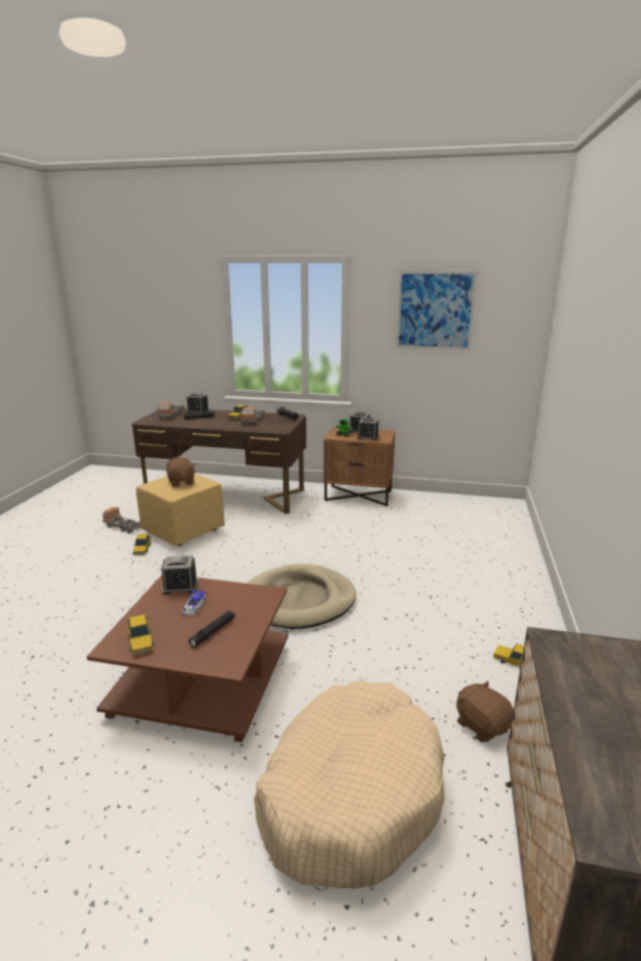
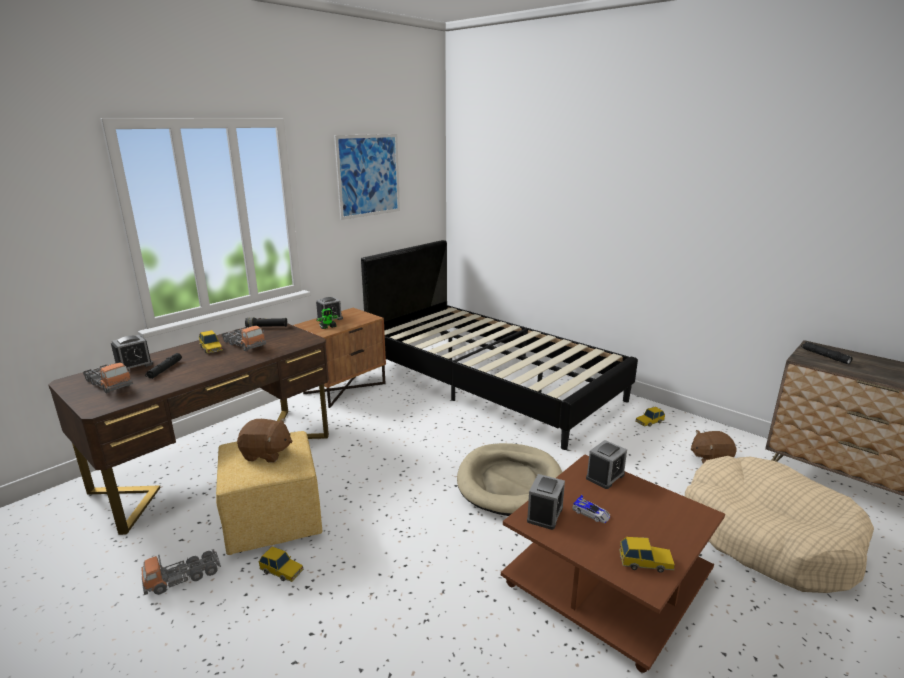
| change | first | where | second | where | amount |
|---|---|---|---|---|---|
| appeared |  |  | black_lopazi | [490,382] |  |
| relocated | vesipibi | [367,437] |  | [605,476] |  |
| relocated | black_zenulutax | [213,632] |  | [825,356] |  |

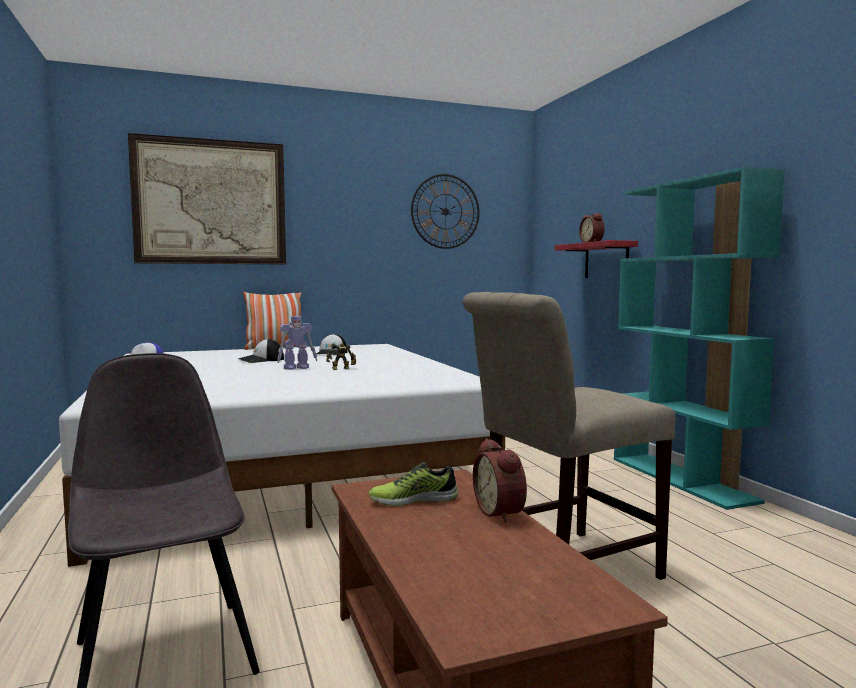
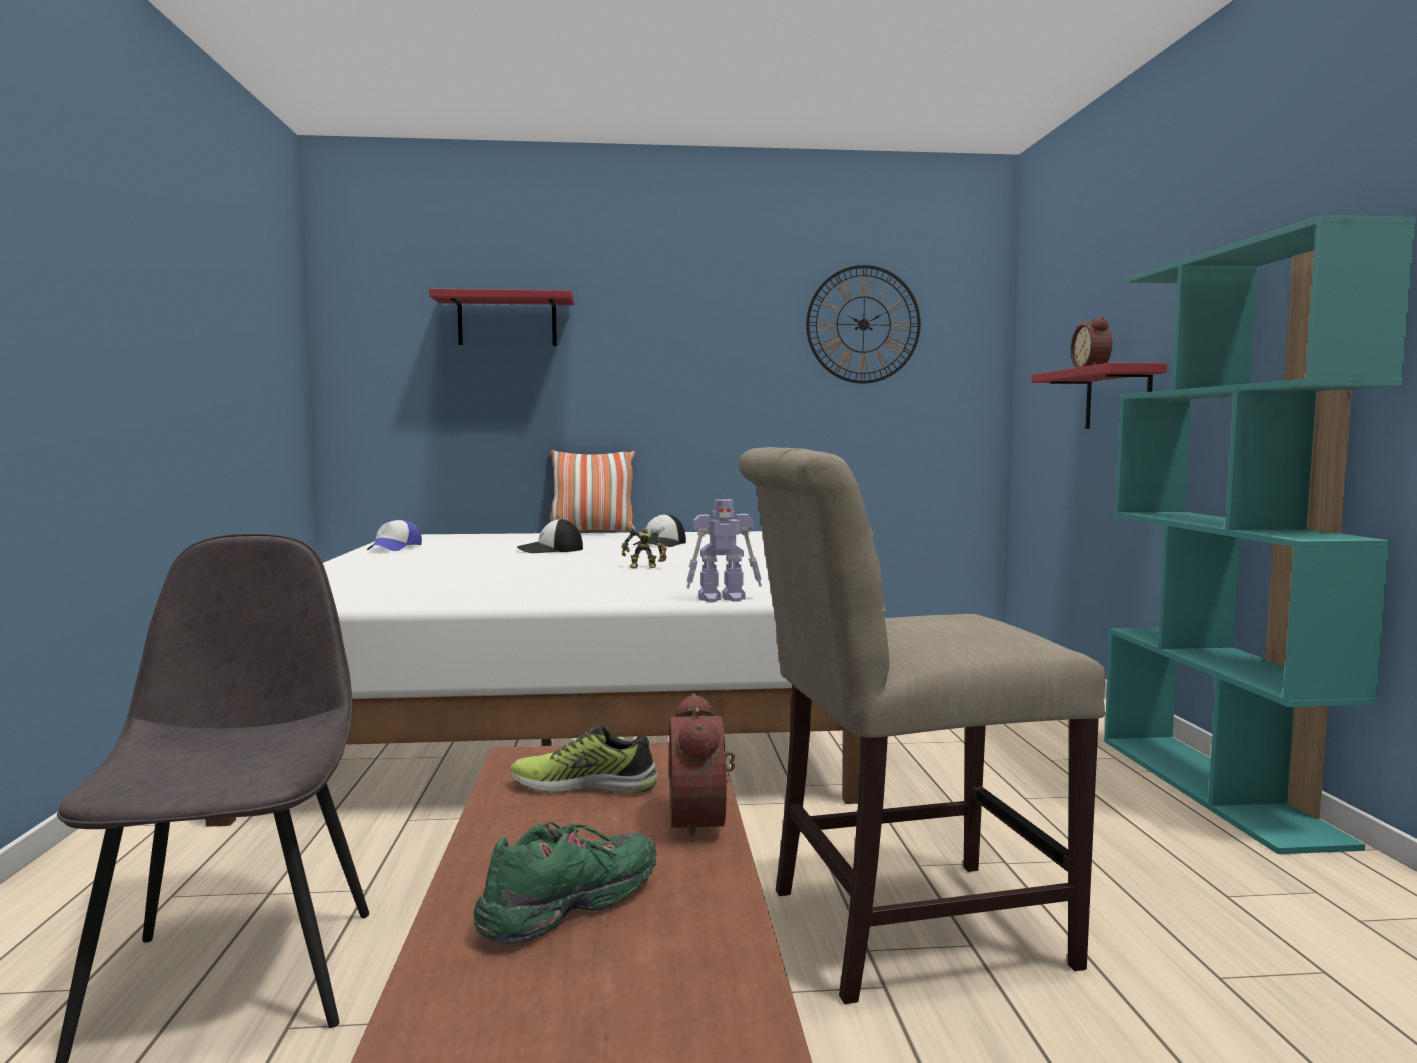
| change | first | where | second | where | amount |
|---|---|---|---|---|---|
| exchanged | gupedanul | [210,202] | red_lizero | [507,321] |  |
| appeared |  |  | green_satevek | [569,907] |  |
| relocated | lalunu | [297,368] |  | [723,599] |  |

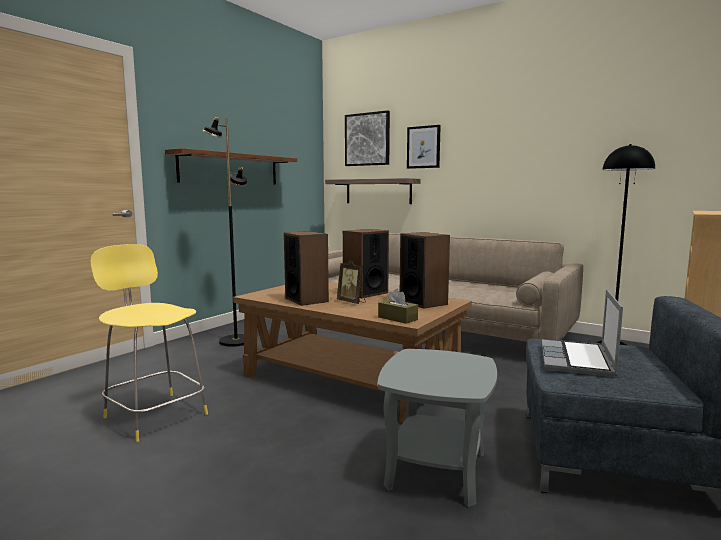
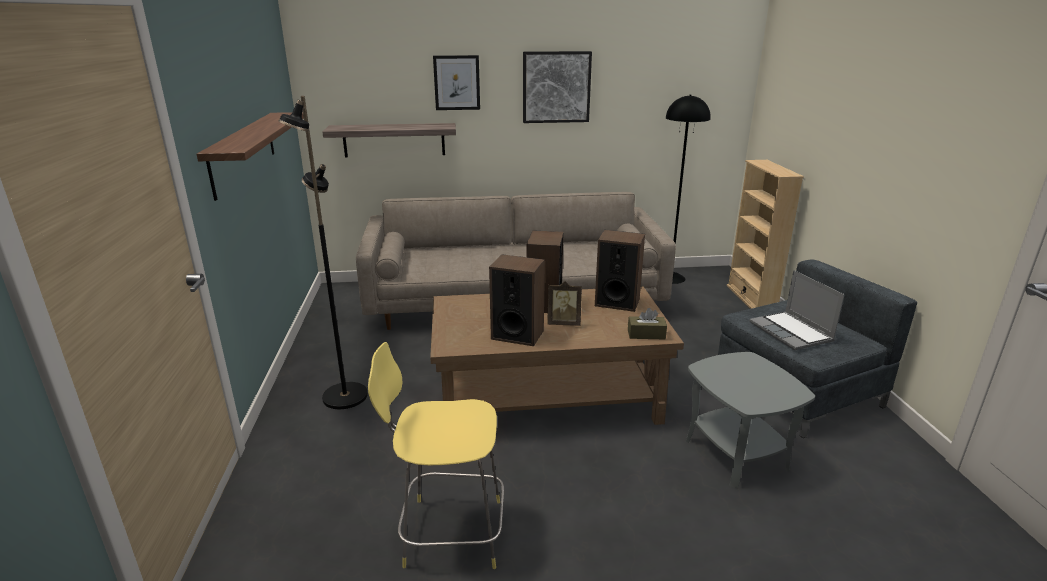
| change | first | where | second | where | amount |
|---|---|---|---|---|---|
| relocated | gupedanul | [367,139] |  | [556,87] |  |

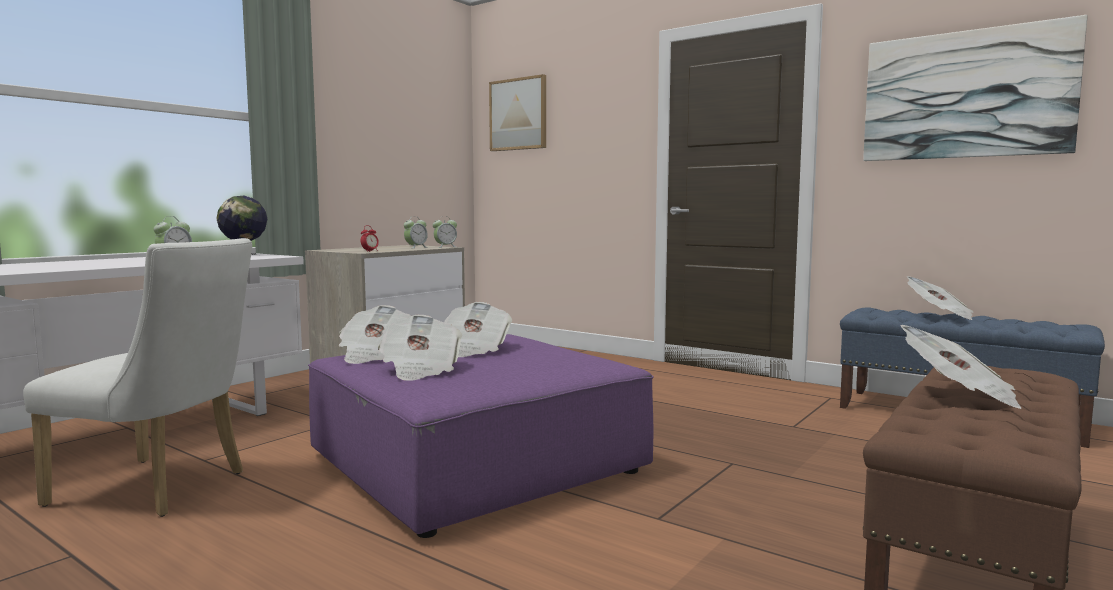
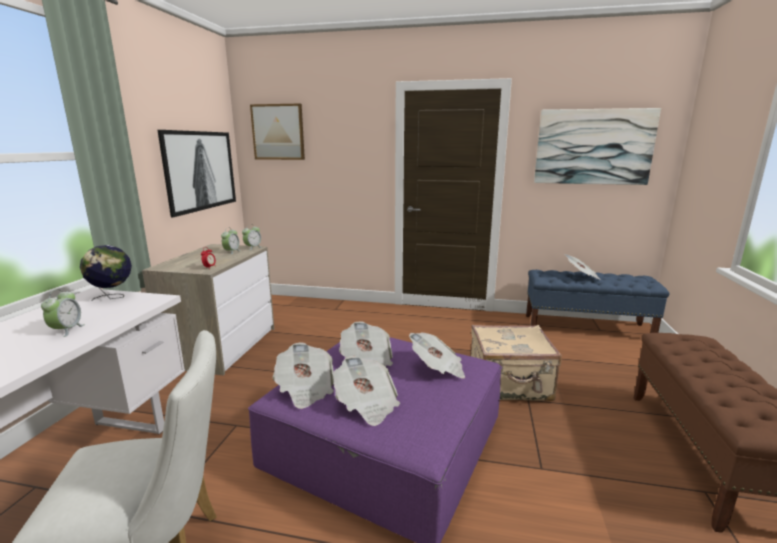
| change | first | where | second | where | amount |
|---|---|---|---|---|---|
| appeared |  |  | gupedanul | [200,170] |  |
| relocated | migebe | [959,395] |  | [437,368] |  |
| appeared |  |  | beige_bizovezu | [510,385] |  |

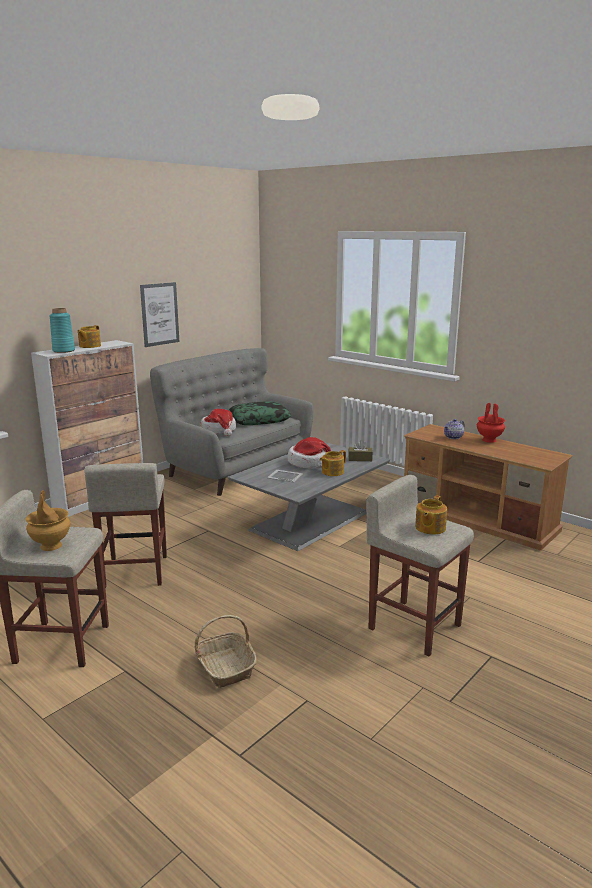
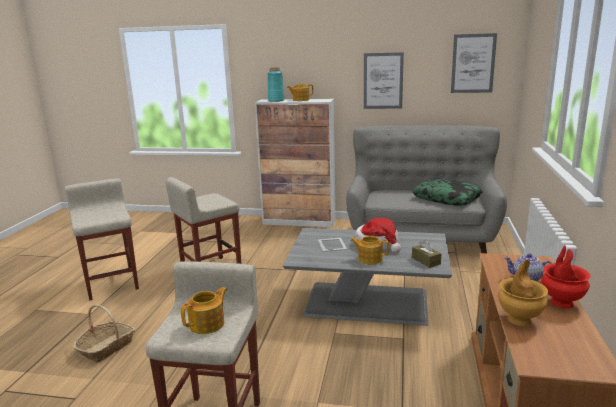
| change | first | where | second | where | amount |
|---|---|---|---|---|---|
| spun | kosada | [429,528] |  | [208,324] | 135 degrees clockwise |
| appeared |  |  | gupedanul | [473,63] |  |
| relocated | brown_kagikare | [51,545] |  | [519,319] |  |
| missing | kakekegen | [219,430] |  |  |  |

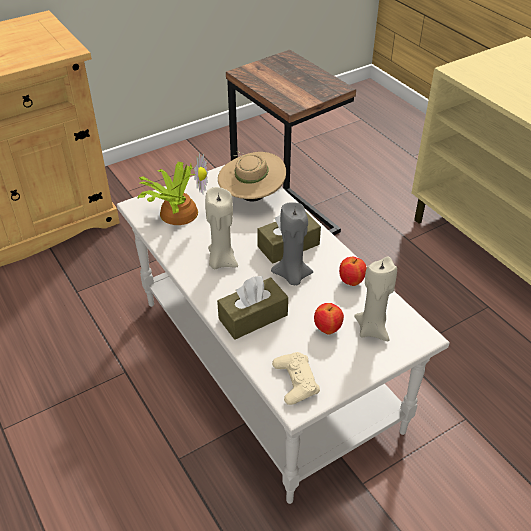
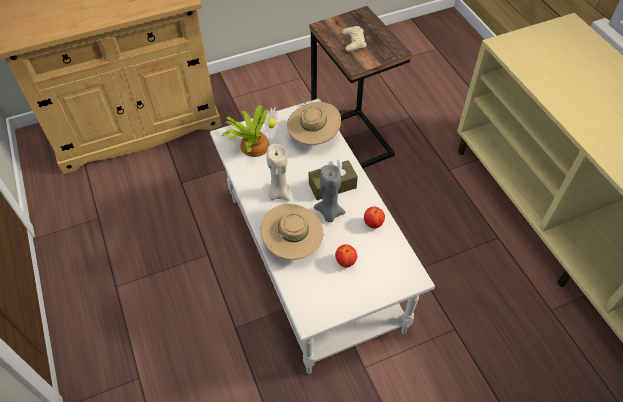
| change | first | where | second | where | amount |
|---|---|---|---|---|---|
| exchanged | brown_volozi | [253,317] | beige_kakekegen | [293,244] |  |
| relocated | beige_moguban | [295,381] |  | [354,42] |  |
| missing | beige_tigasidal | [372,329] |  |  |  |

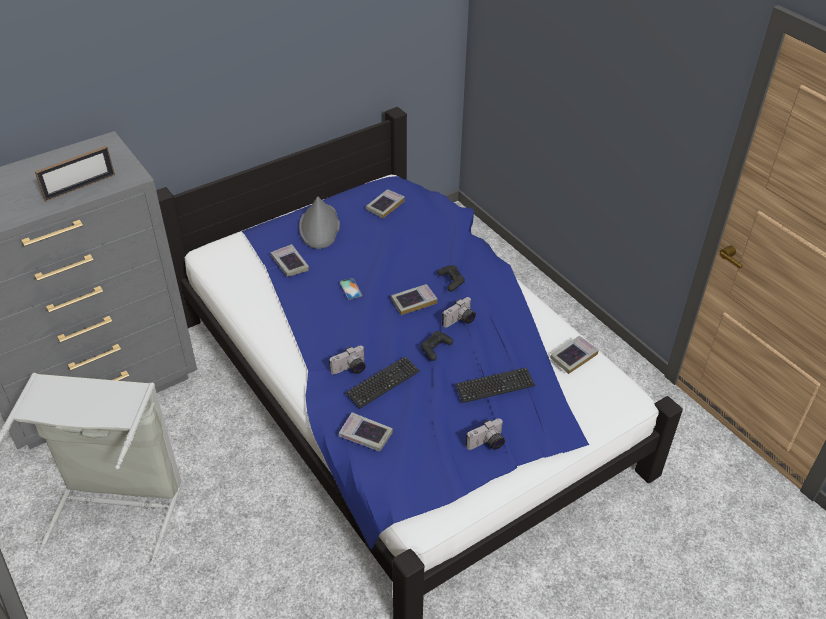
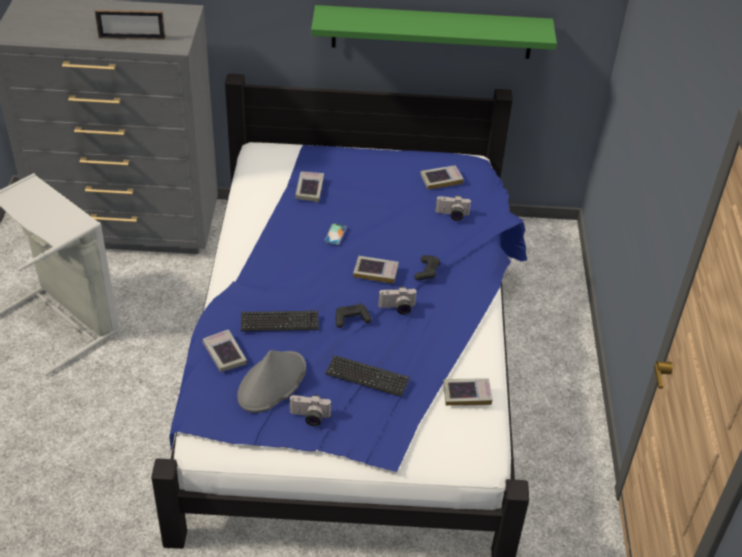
| change | first | where | second | where | amount |
|---|---|---|---|---|---|
| relocated | grey_kakekegen | [319,227] |  | [272,383] |  |
| appeared |  |  | green_lizero | [432,32] |  |
| relocated | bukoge | [350,369] |  | [452,215] |  |

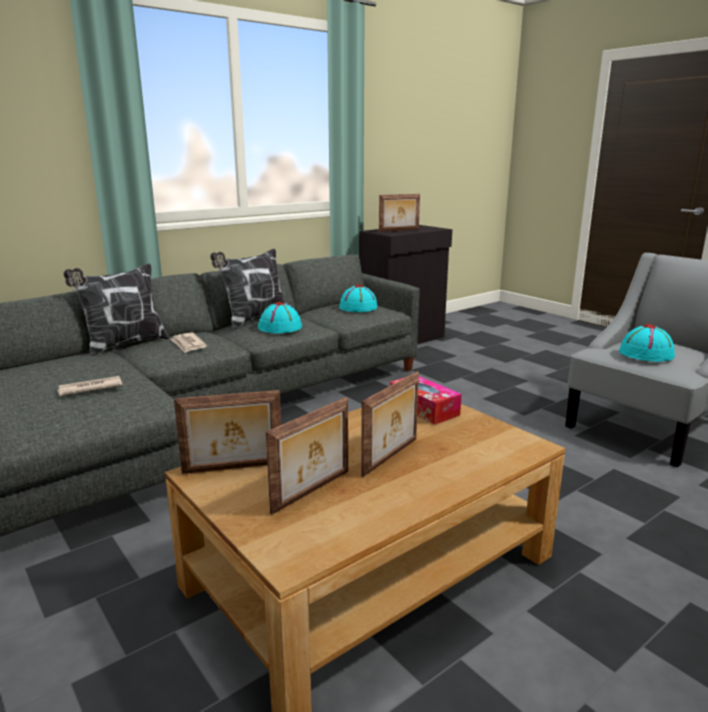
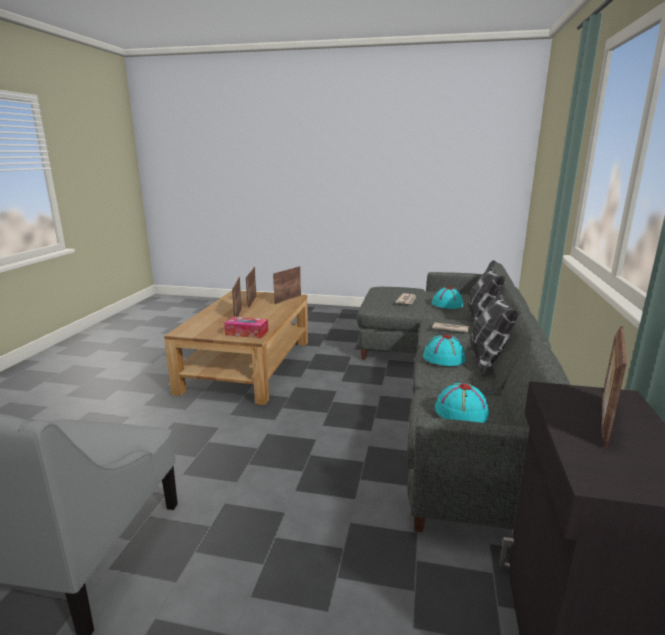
| change | first | where | second | where | amount |
|---|---|---|---|---|---|
| relocated | turquoise_kakekegen | [646,354] |  | [447,304] |  |

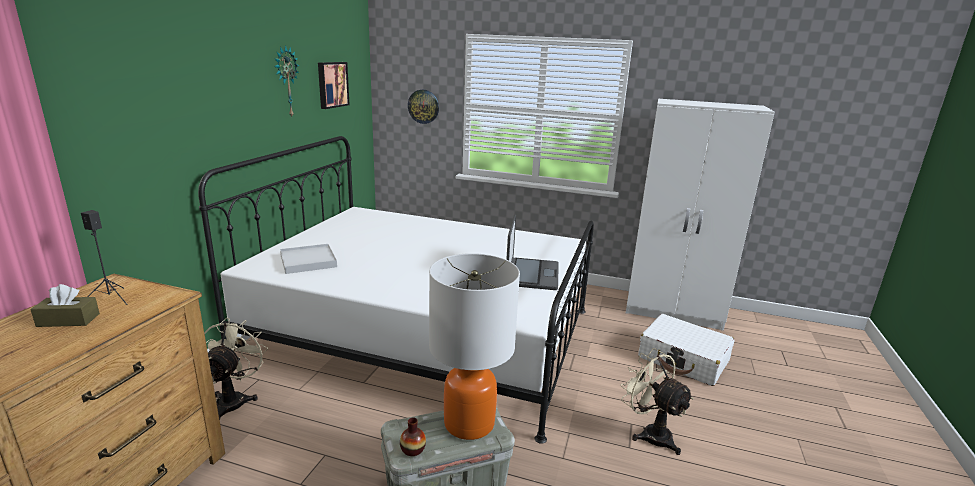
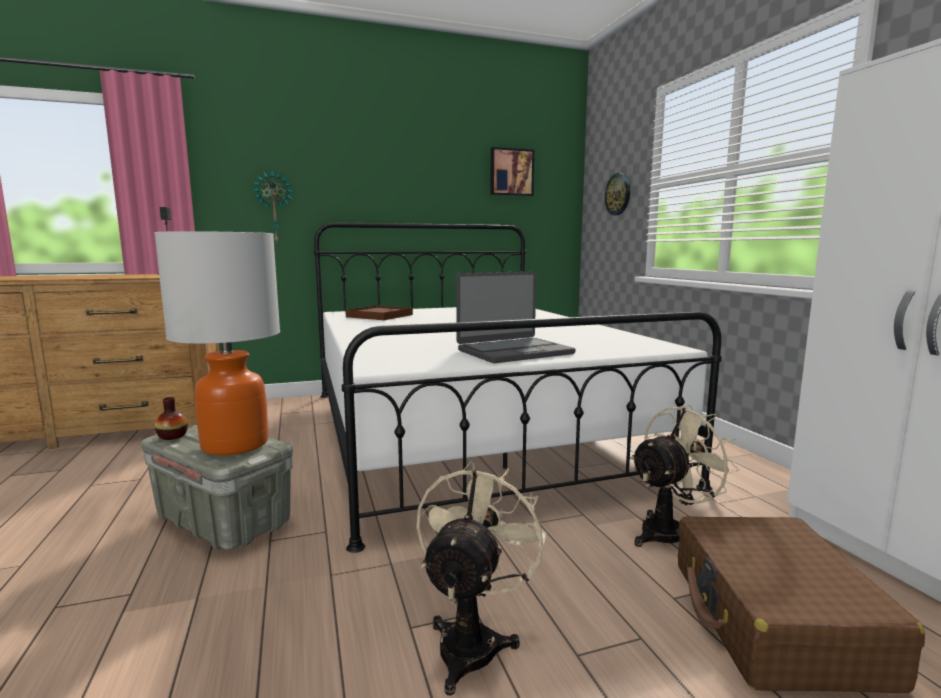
| change | first | where | second | where | amount |
|---|---|---|---|---|---|
| relocated | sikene | [286,82] |  | [274,207] |  |
| colour | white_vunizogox | [308,261] | brown_vunizogox | [380,316] |  |
| relocated | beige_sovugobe | [234,399] |  | [670,531] |  |
| colour | white_bizovezu | [683,359] | brown_bizovezu | [775,621] |  |
| missing | brown_volozi | [68,320] |  |  |  |

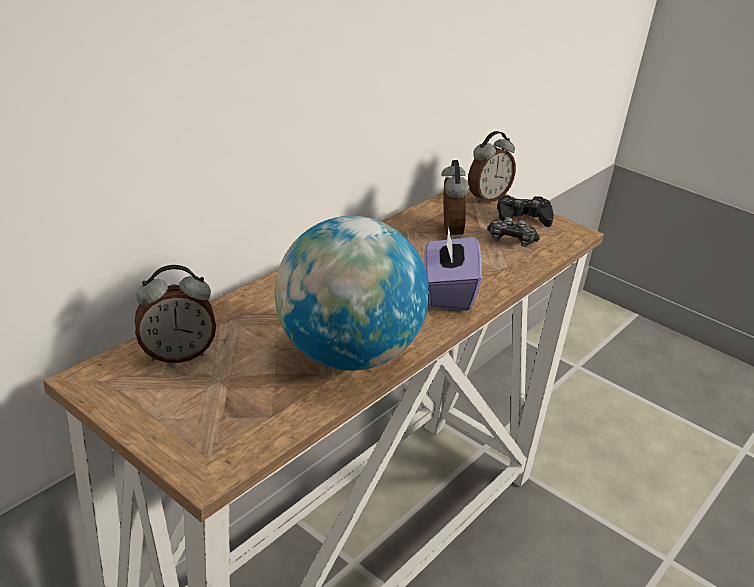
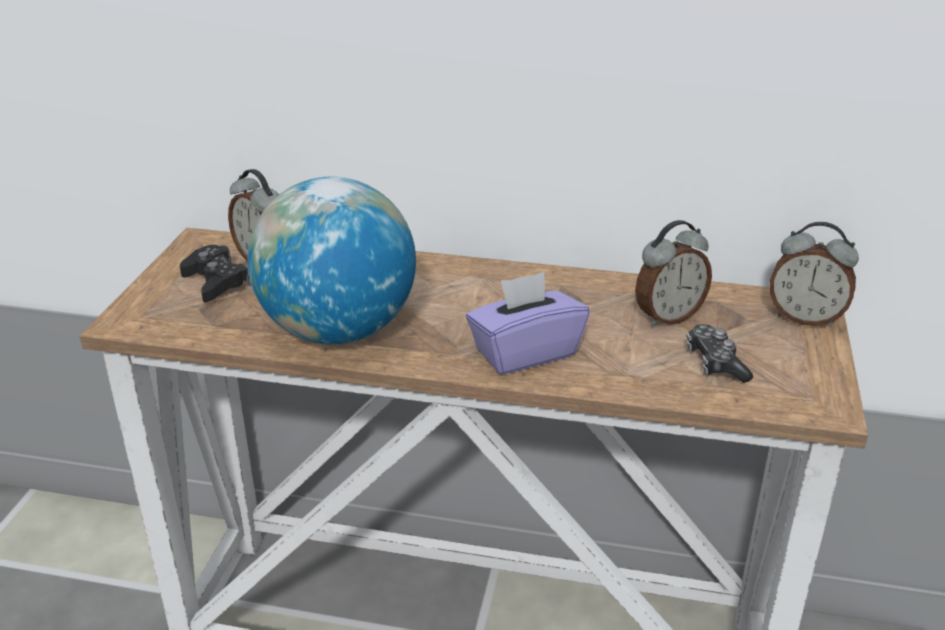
| change | first | where | second | where | amount |
|---|---|---|---|---|---|
| relocated | black_moguban | [522,218] |  | [216,281] |  |

